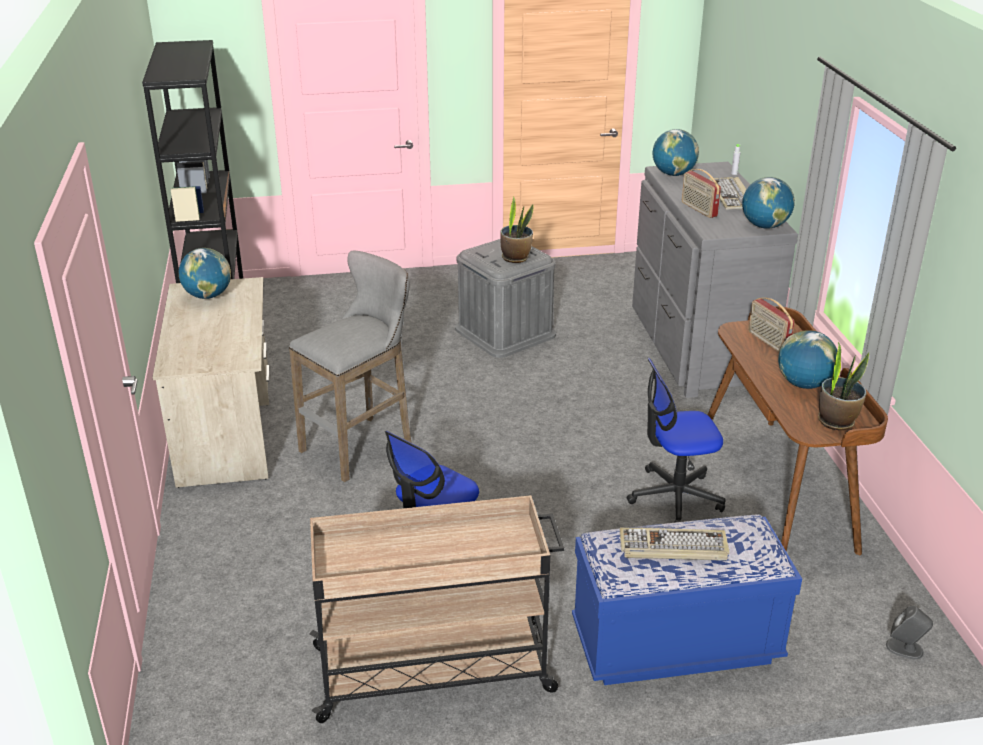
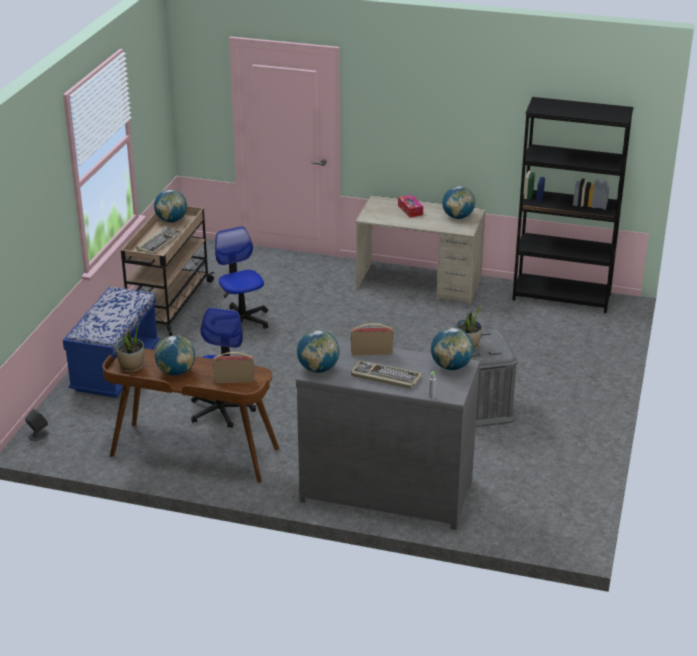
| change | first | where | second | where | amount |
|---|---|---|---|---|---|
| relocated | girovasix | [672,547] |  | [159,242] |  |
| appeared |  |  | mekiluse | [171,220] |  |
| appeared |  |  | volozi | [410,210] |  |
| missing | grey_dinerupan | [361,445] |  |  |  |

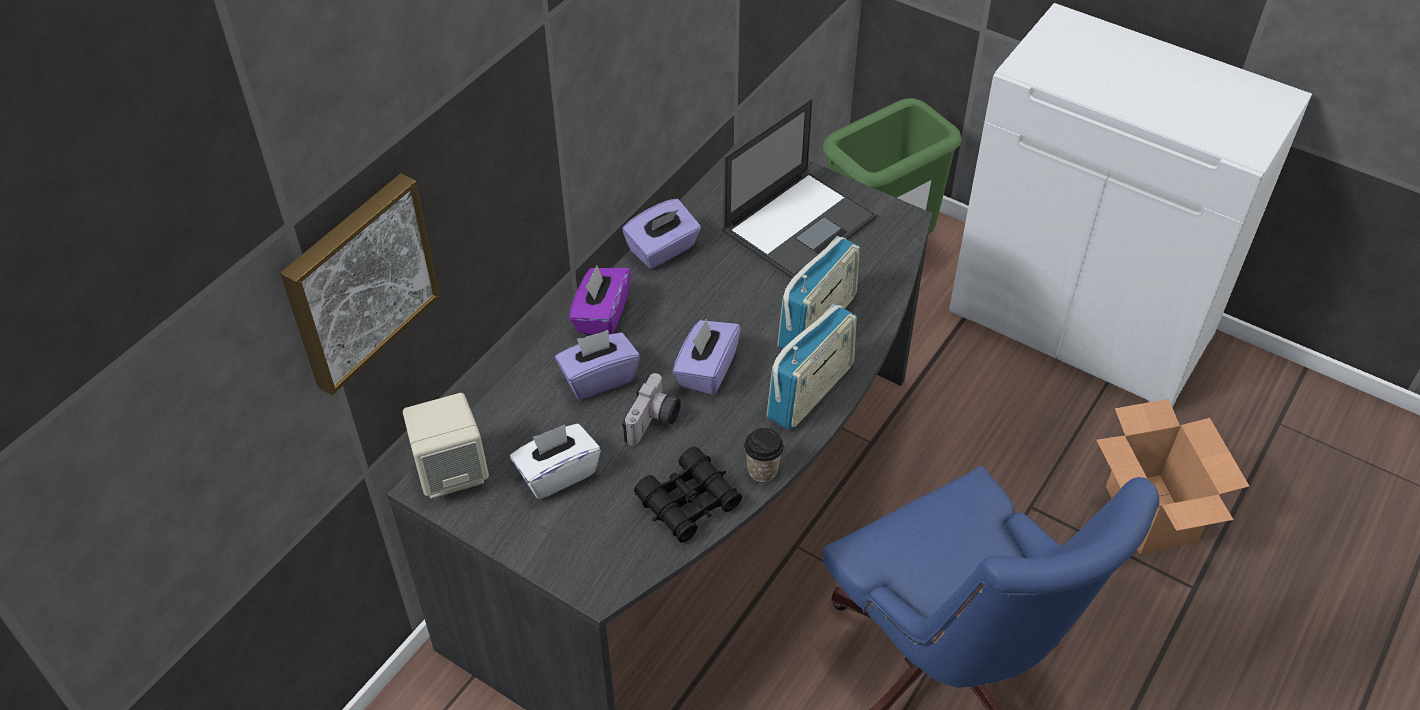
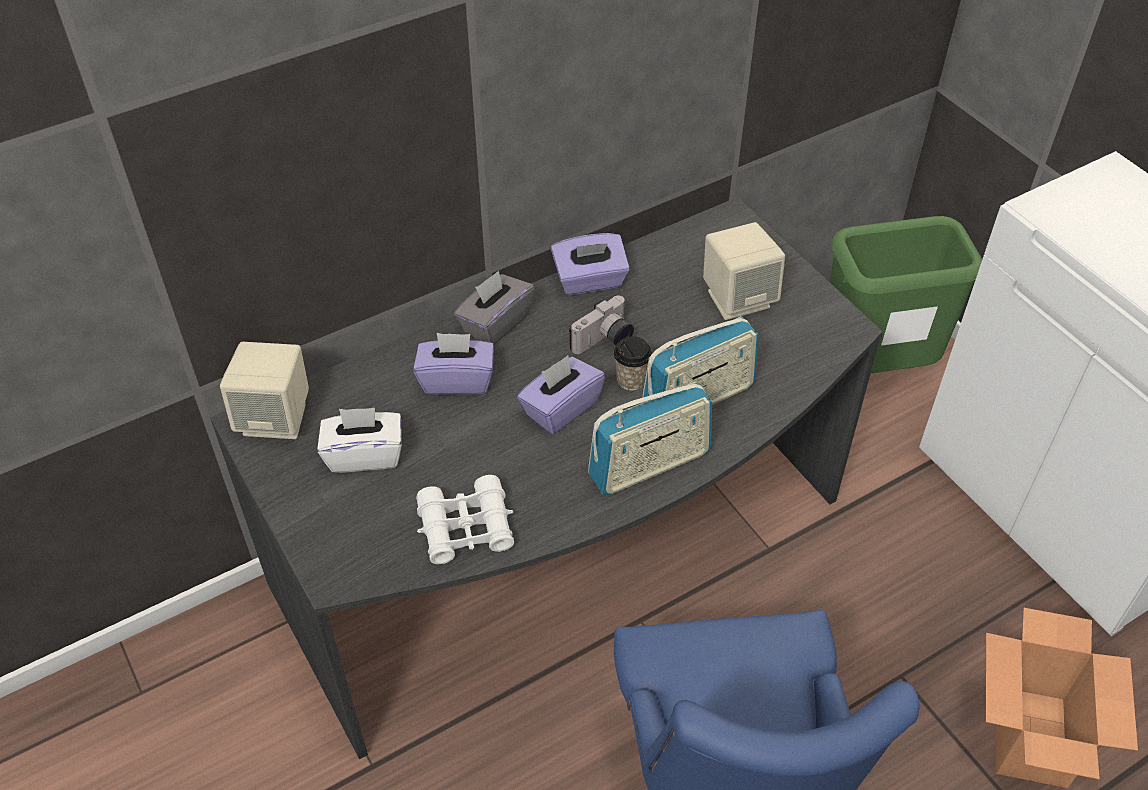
| change | first | where | second | where | amount |
|---|---|---|---|---|---|
| colour | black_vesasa | [689,502] | white_vesasa | [466,528] |  |
| colour | purple_volozi | [601,316] | grey_volozi | [495,323] |  |
| relocated | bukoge | [654,422] |  | [604,341] |  |
| relocated | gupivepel | [762,470] |  | [631,380] |  |
| exchanged | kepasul | [800,224] | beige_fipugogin | [738,299] |  |
| missing | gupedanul | [358,281] |  |  |  |

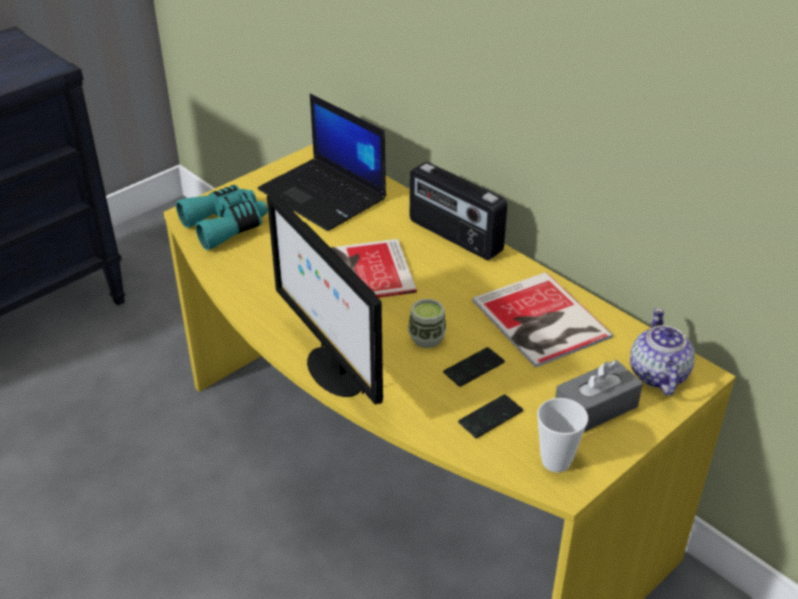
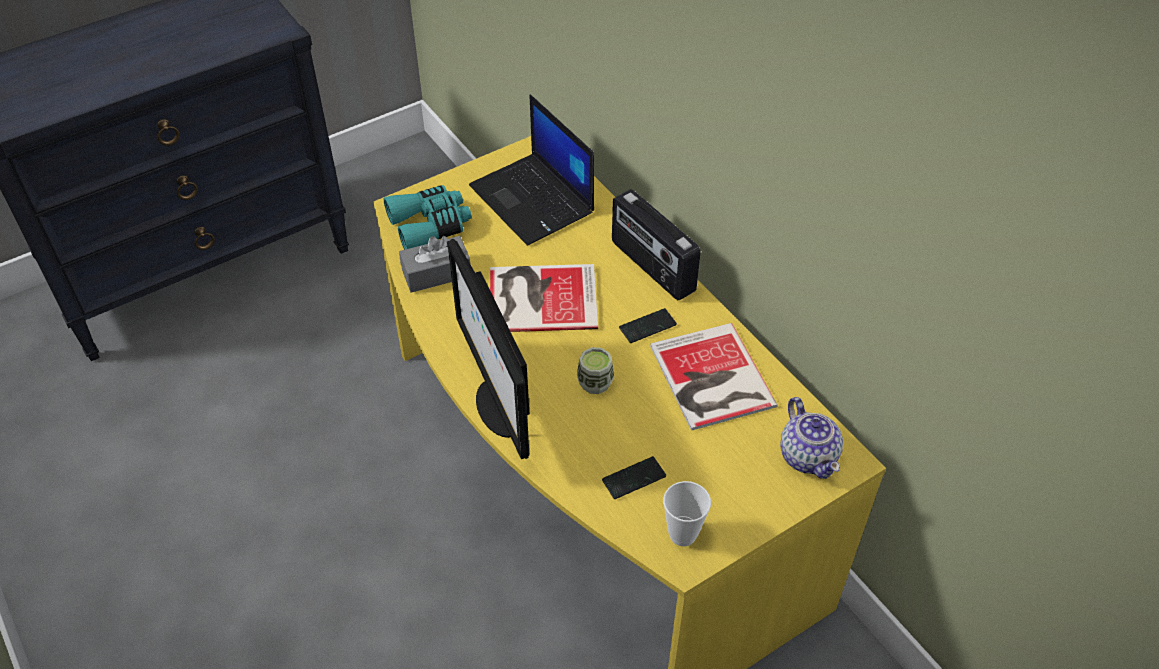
| change | first | where | second | where | amount |
|---|---|---|---|---|---|
| relocated | grey_volozi | [595,408] |  | [436,273] |  |
| relocated | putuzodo | [474,368] |  | [647,327] |  |
| spun | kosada | [657,375] |  | [808,455] | 150 degrees clockwise |

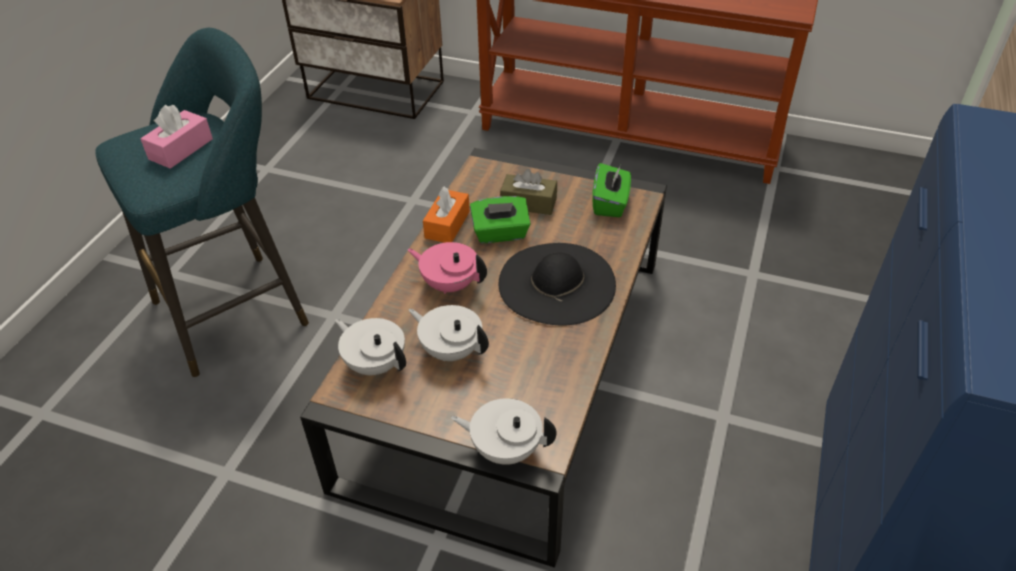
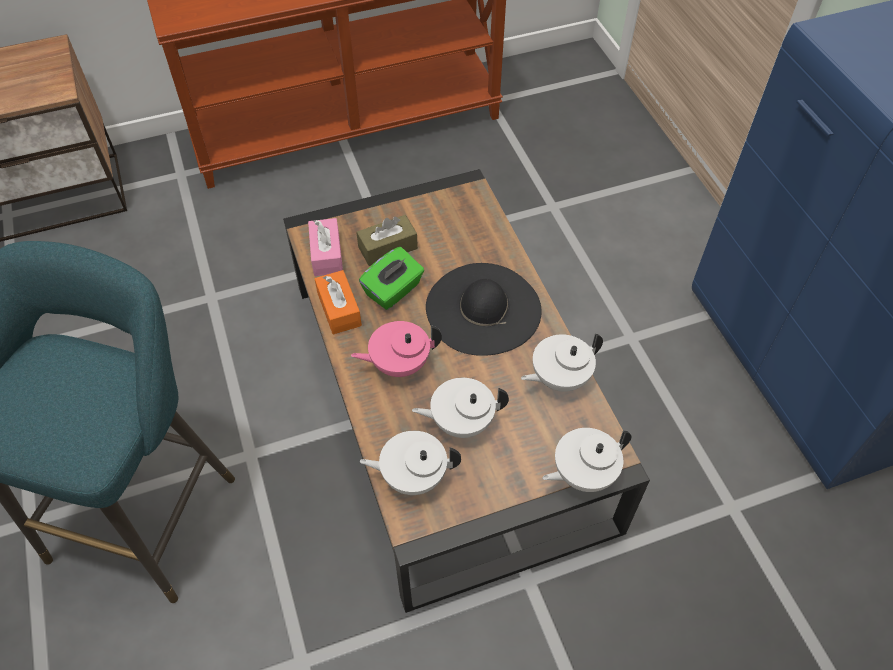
| change | first | where | second | where | amount |
|---|---|---|---|---|---|
| relocated | pink_volozi | [181,149] |  | [326,254] |  |
| appeared |  |  | white_kosada | [559,377] |  |
| missing | green_volozi | [610,203] |  |  |  |

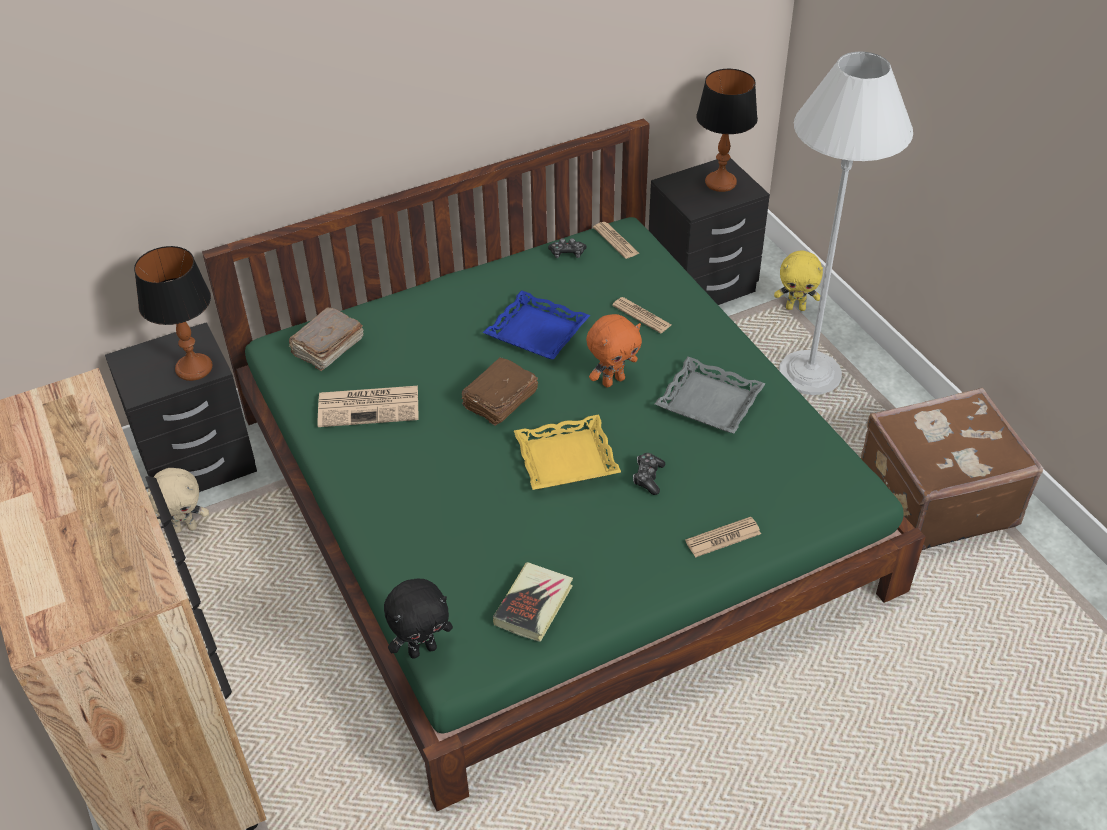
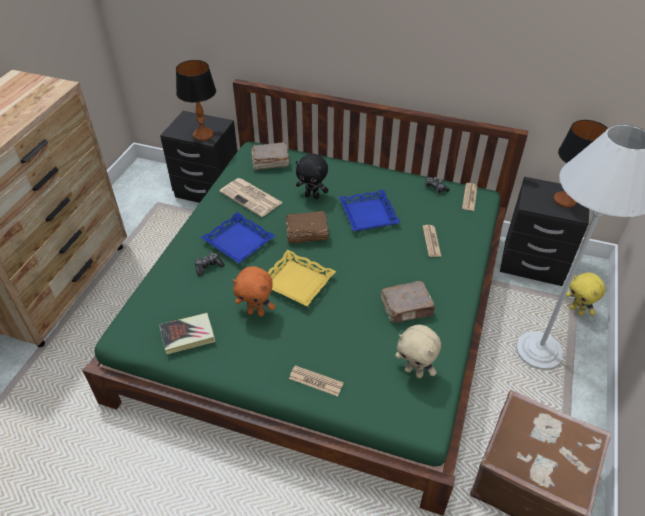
| change | first | where | second | where | amount |
|---|---|---|---|---|---|
| relocated | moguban | [648,477] |  | [208,266] |  |
| appeared |  |  | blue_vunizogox | [239,241] |  |
| relocated | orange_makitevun | [613,380] |  | [256,312] |  |
| relocated | black_makitevun | [422,649] |  | [312,196] |  |
| exchanged | grey_vunizogox | [710,401] | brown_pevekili | [407,308] |  |
| relocated | beige_makitevun | [185,528] |  | [414,372] |  |

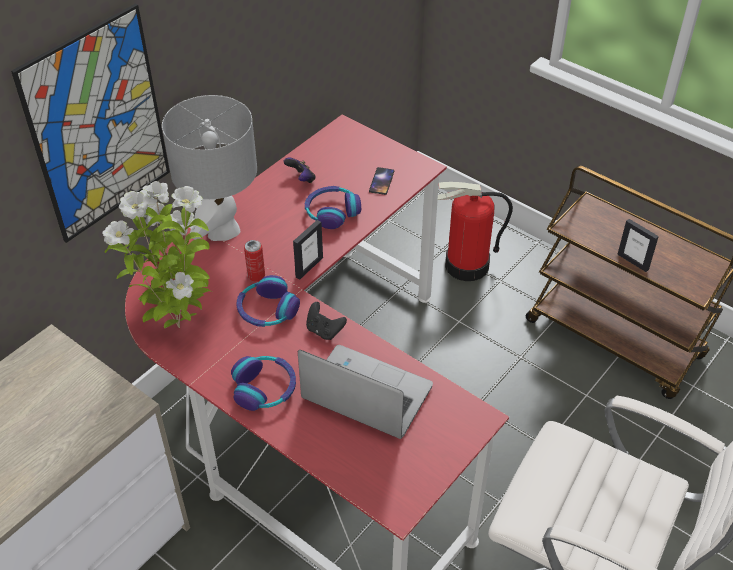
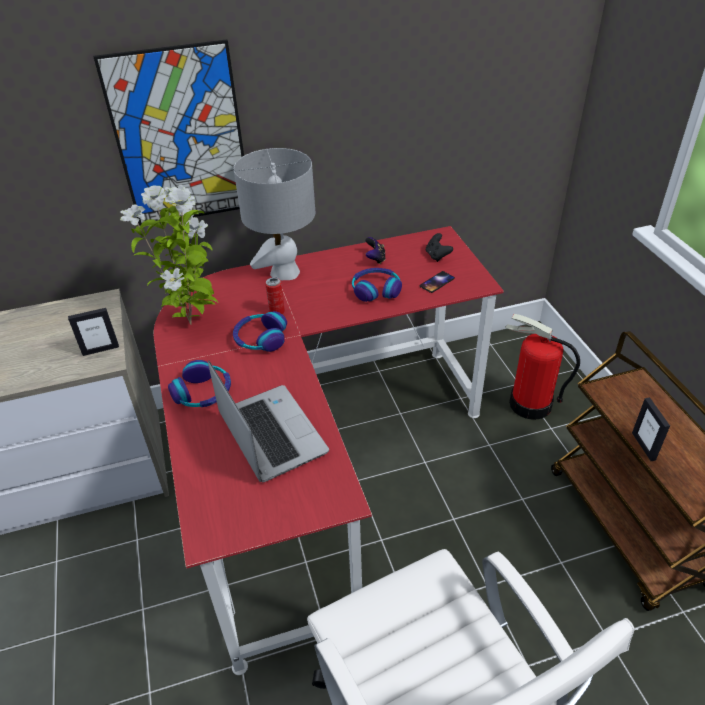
| change | first | where | second | where | amount |
|---|---|---|---|---|---|
| relocated | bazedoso | [309,267] |  | [100,349] |  |
| relocated | black_moguban | [324,330] |  | [437,256] |  |

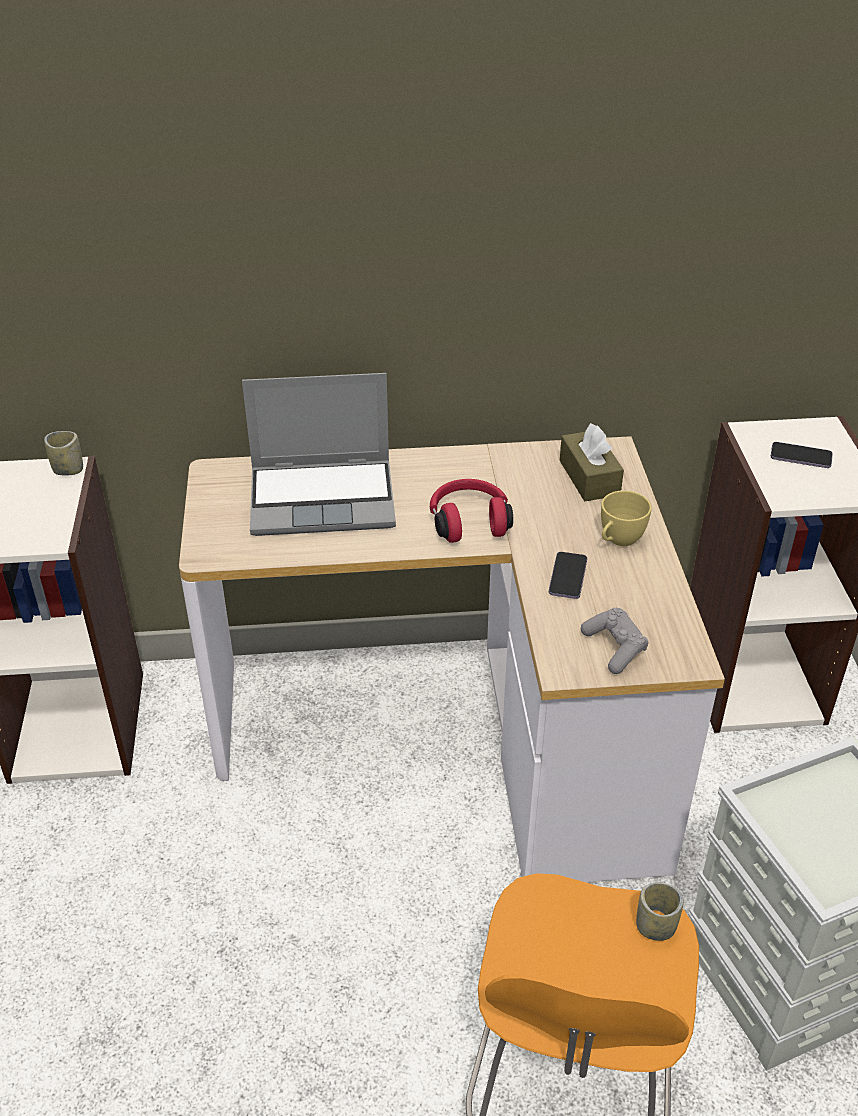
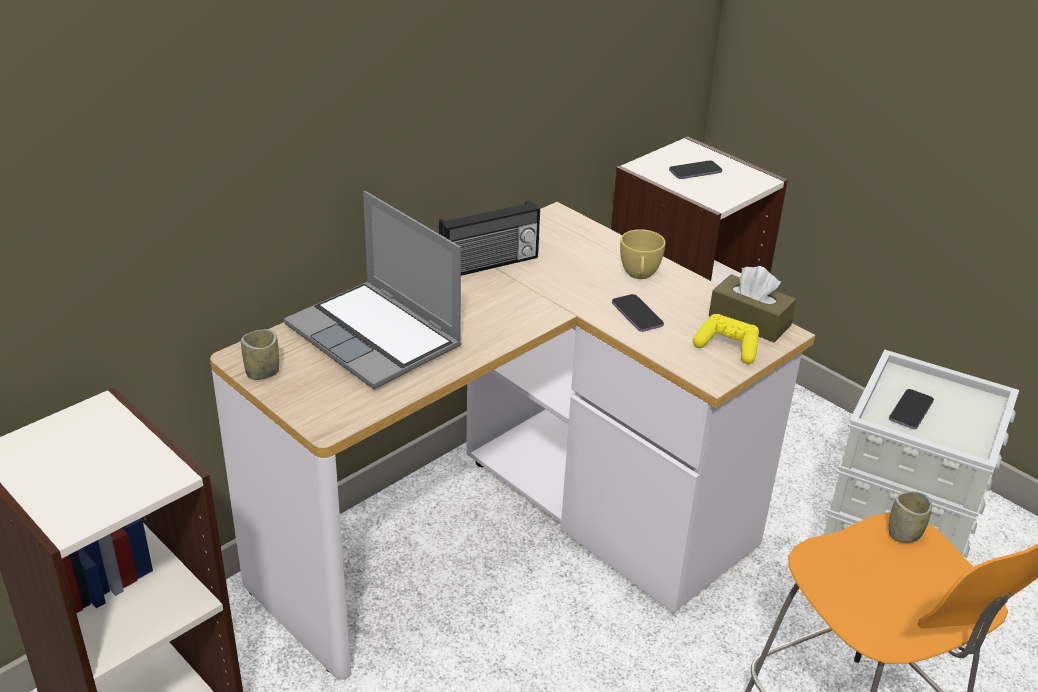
| change | first | where | second | where | amount |
|---|---|---|---|---|---|
| relocated | gupivepel | [68,469] |  | [262,372] |  |
| spun | kepasul | [324,498] |  | [376,337] | 90 degrees clockwise |
| appeared |  |  | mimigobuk | [489,264] |  |
| colour | grey_moguban | [614,648] | yellow_moguban | [727,347] |  |
| relocated | brown_volozi | [589,477] |  | [749,321] |  |
| appeared |  |  | putuzodo | [911,411] |  |
| missing | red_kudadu | [469,521] |  |  |  |

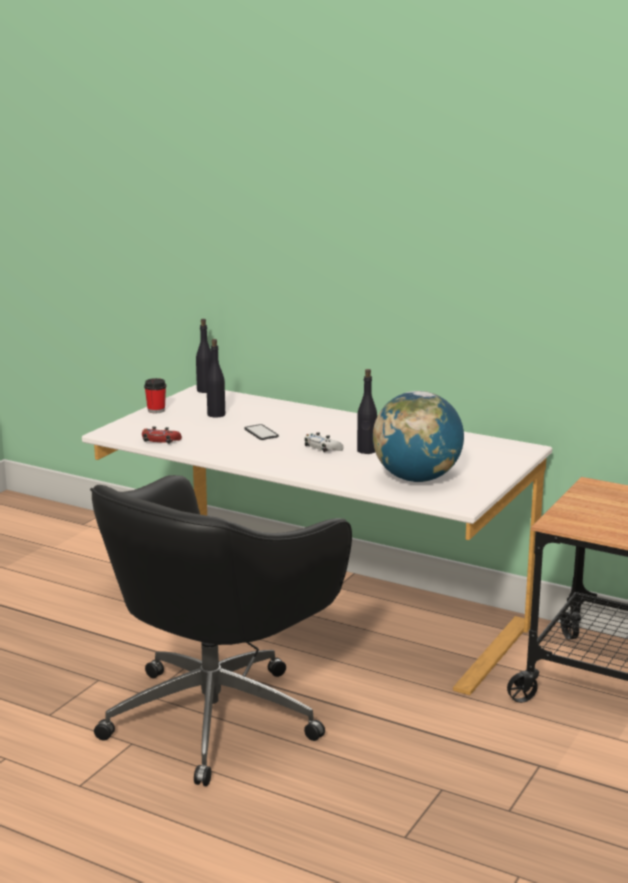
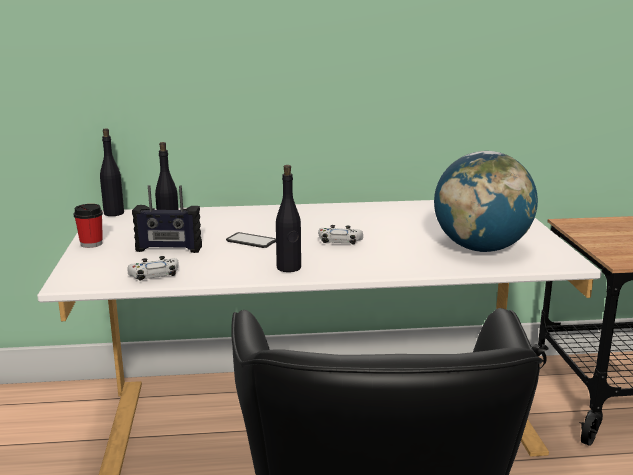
| change | first | where | second | where | amount |
|---|---|---|---|---|---|
| colour | red_moguban | [160,441] | white_moguban | [154,275] |  |
| appeared |  |  | mimigobuk | [168,249] |  |
| relocated | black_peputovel | [366,451] |  | [289,268] |  |

